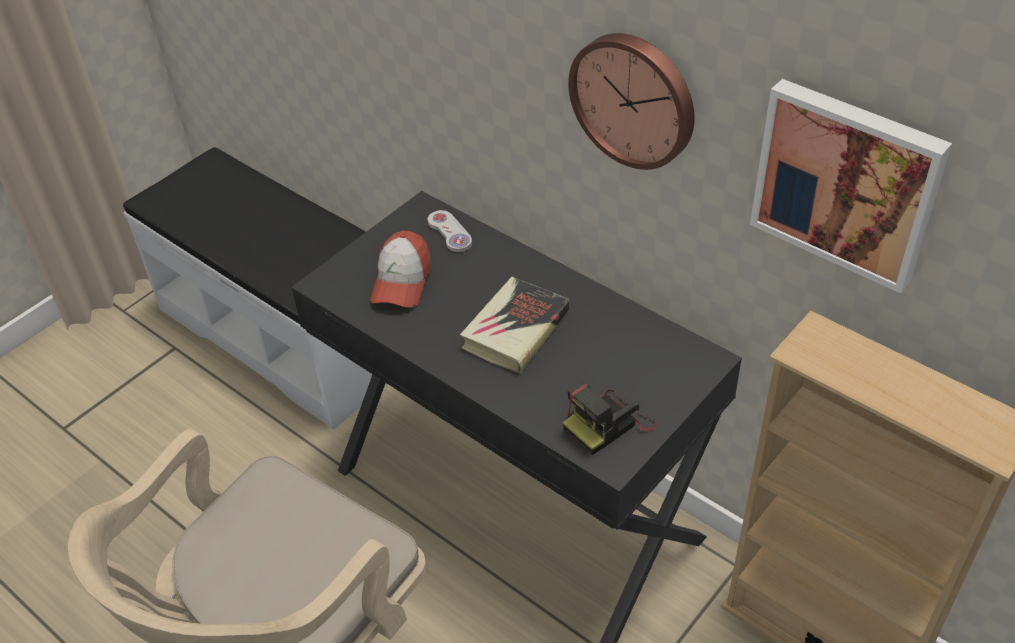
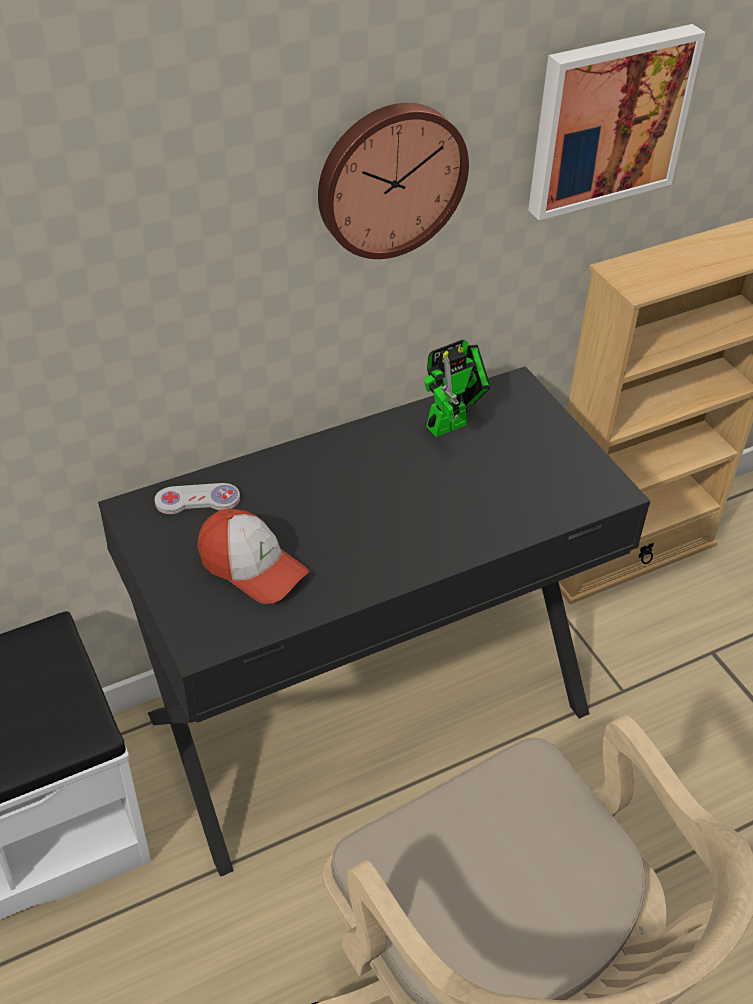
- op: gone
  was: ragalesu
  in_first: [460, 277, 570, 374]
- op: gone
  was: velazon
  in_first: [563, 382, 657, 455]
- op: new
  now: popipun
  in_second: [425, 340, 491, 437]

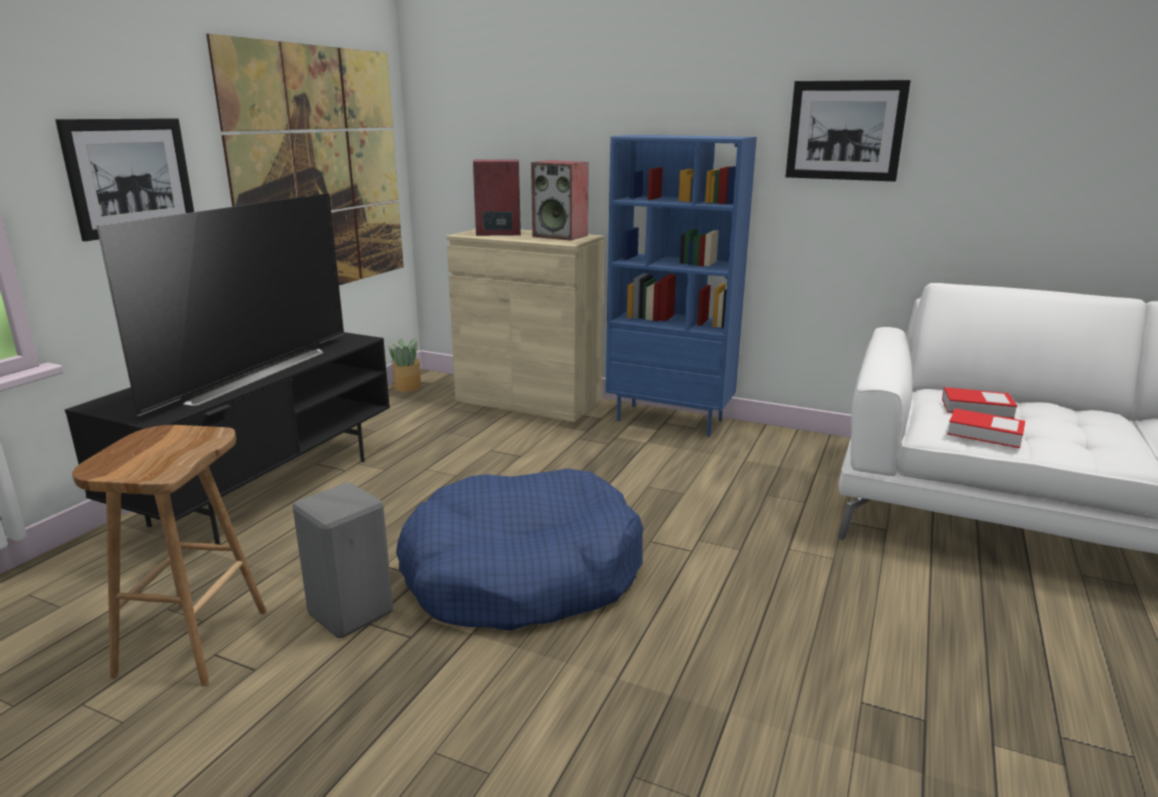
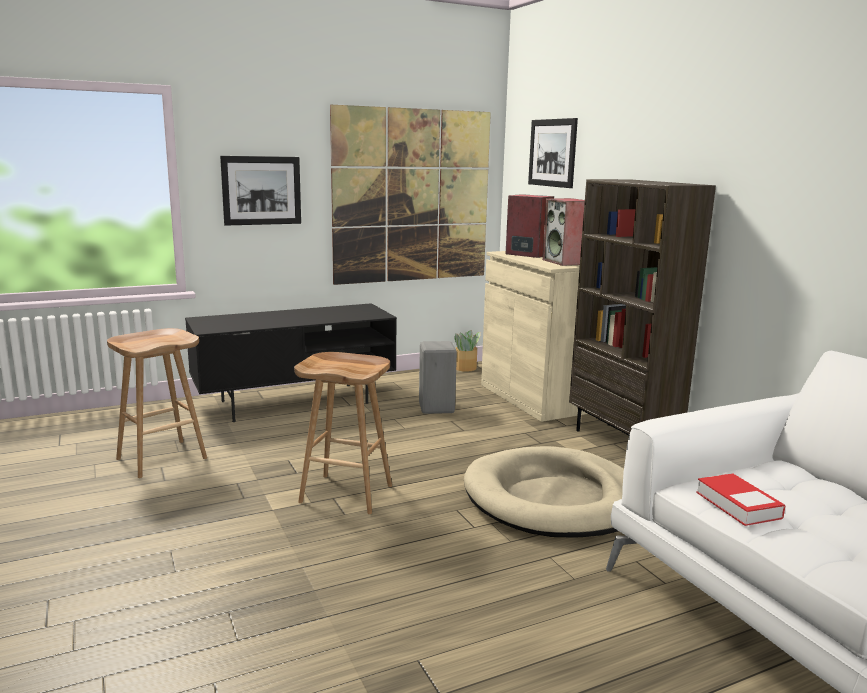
- op: shifted
  was: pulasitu
  in_first: [786, 80, 911, 181]
  in_second: [528, 118, 578, 188]
- op: repainted
  was: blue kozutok
  now: brown kozutok
  in_first: [606, 135, 757, 437]
  in_second: [569, 179, 716, 435]
- op: gone
  was: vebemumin
  in_first: [97, 193, 344, 416]
- op: gone
  was: ragalesu
  in_first: [942, 387, 1017, 419]
- op: swapped
  was: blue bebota
  now: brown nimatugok
  in_first: [396, 469, 643, 631]
  in_second: [294, 352, 392, 514]
- op: shifted
  was: grey nimatugok
  in_first: [293, 483, 393, 638]
  in_second: [419, 341, 457, 414]
- op: new
  now: beige bebota
  in_second: [464, 446, 624, 538]

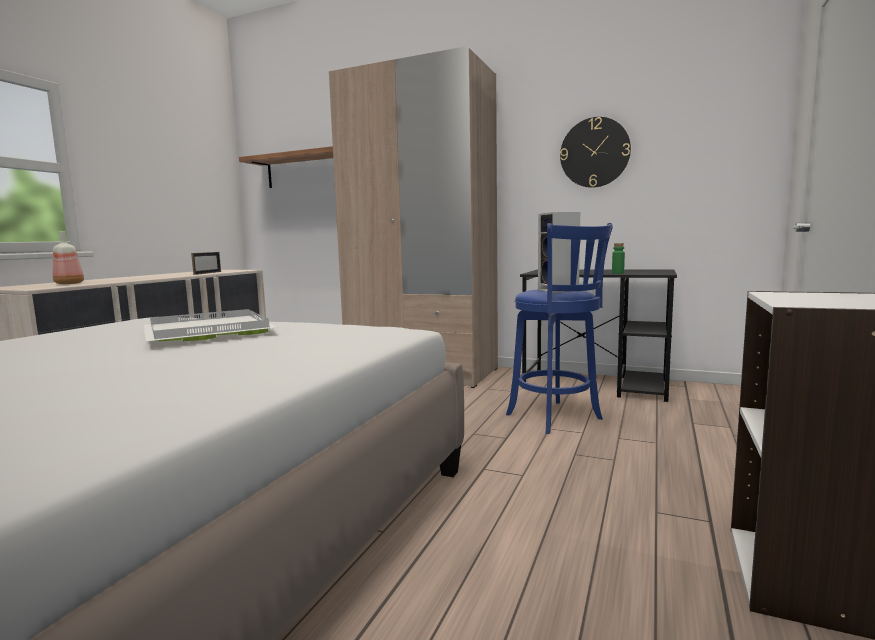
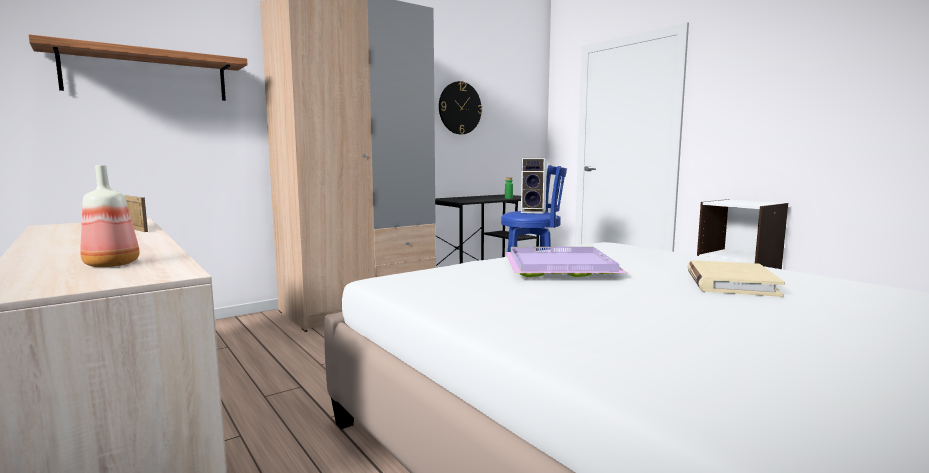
- op: repainted
  was: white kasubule
  now: purple kasubule
  in_first: [143, 309, 278, 341]
  in_second: [505, 247, 627, 277]
- op: new
  now: beige ragalesu
  in_second: [688, 260, 785, 297]

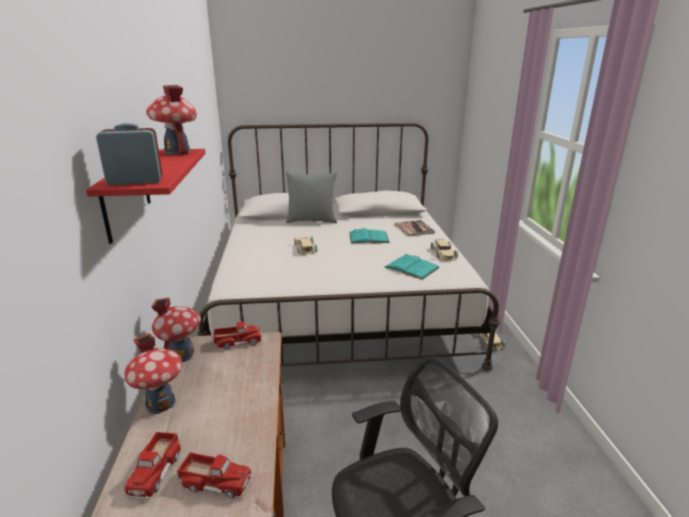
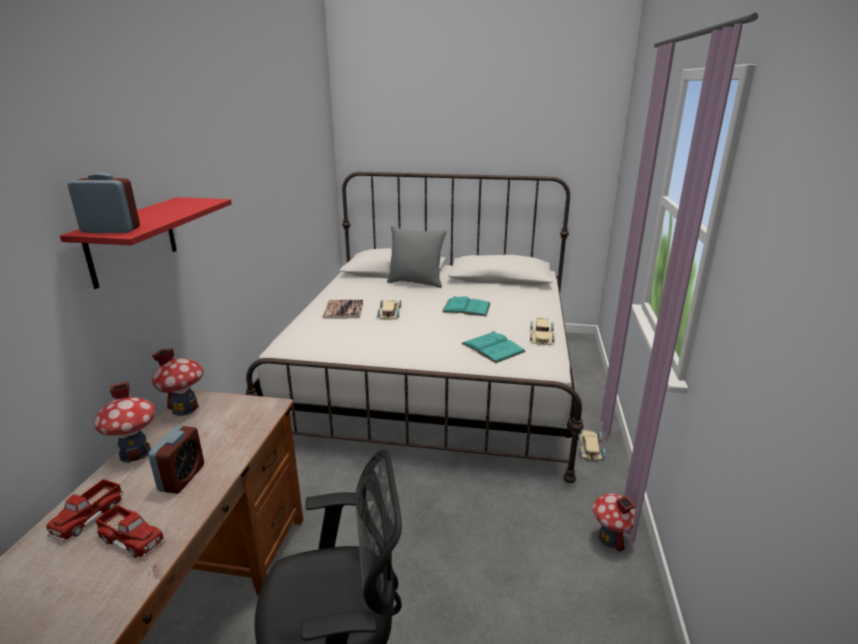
- op: shifted
  was: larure
  in_first: [146, 85, 197, 155]
  in_second: [593, 494, 636, 552]
- op: shifted
  was: ragalesu
  in_first: [395, 220, 435, 236]
  in_second: [323, 300, 363, 319]
- op: gone
  was: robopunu
  in_first: [213, 322, 263, 349]
- op: new
  now: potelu
  in_second: [148, 426, 204, 494]

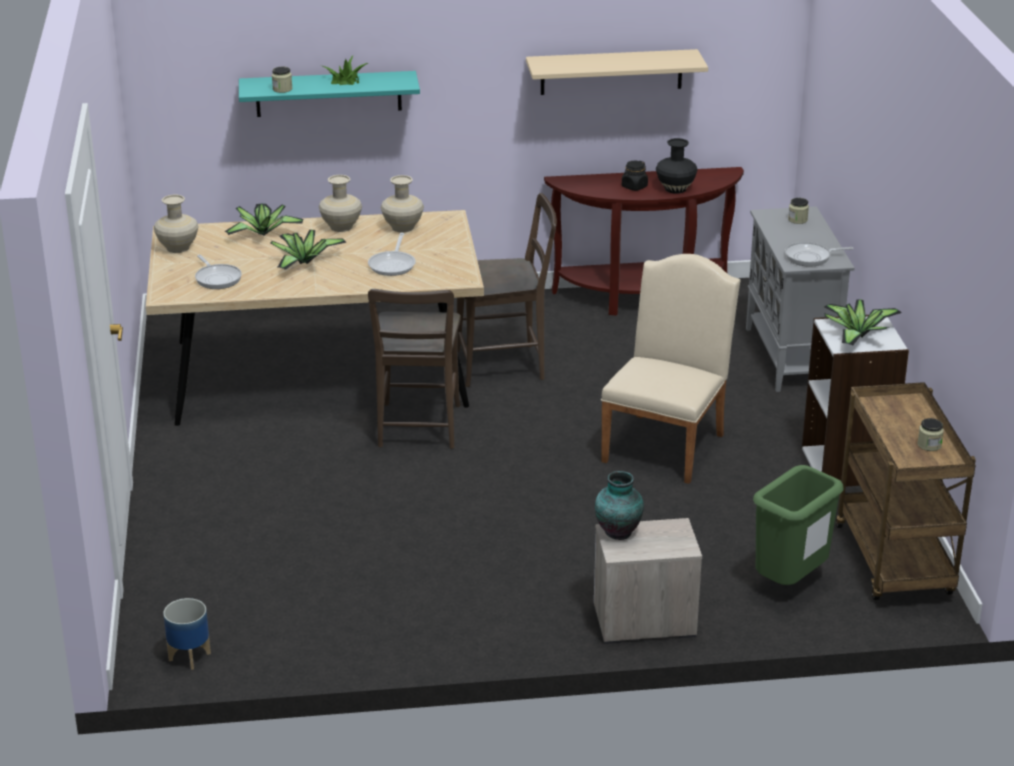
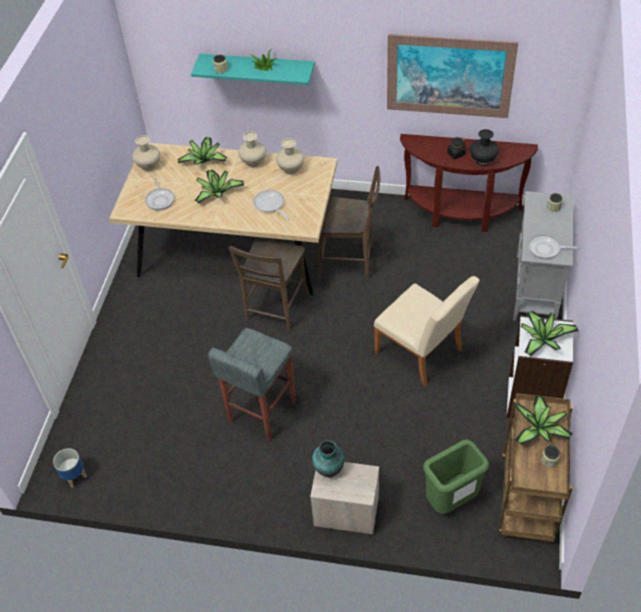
- op: swapped
  was: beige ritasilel
  now: pulasitu
  in_first: [526, 49, 708, 95]
  in_second: [387, 34, 518, 118]
- op: rotated
  was: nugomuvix
  in_first: [368, 233, 416, 276]
  in_second: [253, 190, 290, 220]
  clockwise: 120
- op: rotated
  was: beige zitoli
  in_first: [601, 254, 740, 484]
  in_second: [374, 276, 480, 387]
  clockwise: 90
- op: new
  now: grey nimatugok
  in_second: [208, 328, 296, 441]
- op: new
  now: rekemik
  in_second: [515, 396, 573, 445]

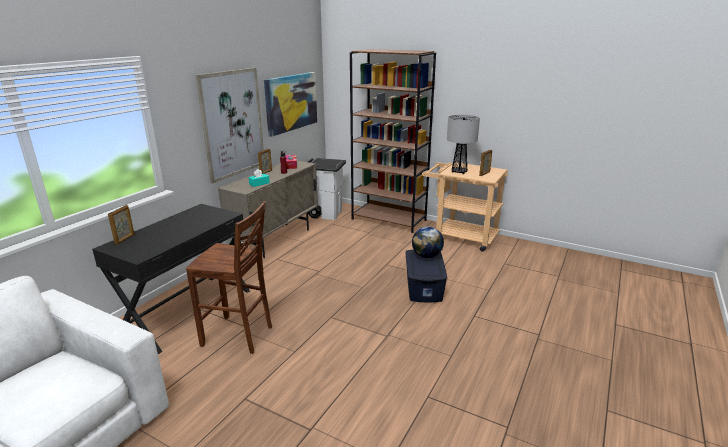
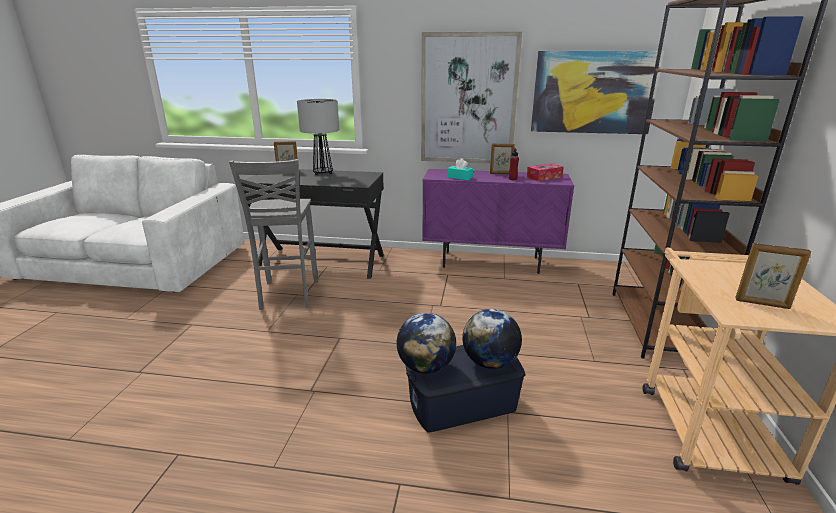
- op: shifted
  was: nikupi
  in_first: [447, 115, 480, 174]
  in_second: [297, 99, 339, 175]
- op: gone
  was: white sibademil
  in_first: [308, 158, 346, 220]
- op: repainted
  was: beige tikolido
  now: purple tikolido
  in_first: [218, 161, 318, 258]
  in_second: [422, 169, 574, 274]
- op: repainted
  was: brown nimatugok
  now: grey nimatugok
  in_first: [186, 201, 272, 354]
  in_second: [229, 159, 318, 310]
- op: new
  now: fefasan
  in_second: [396, 313, 456, 374]

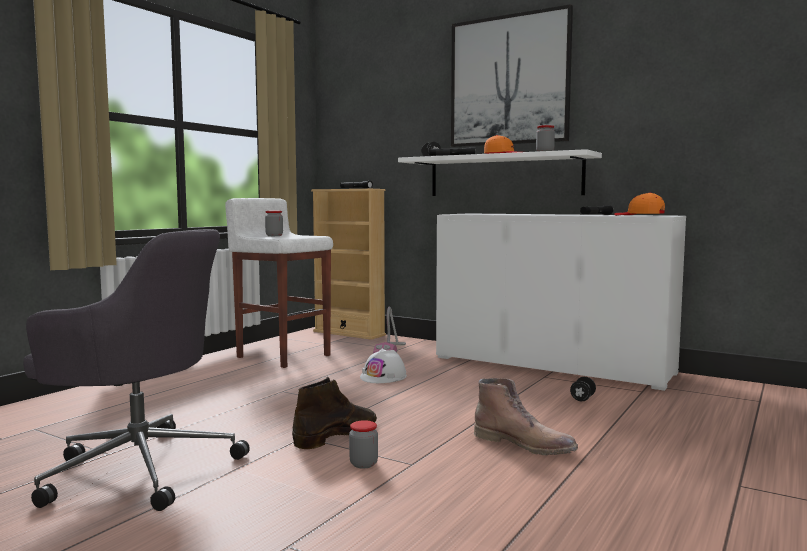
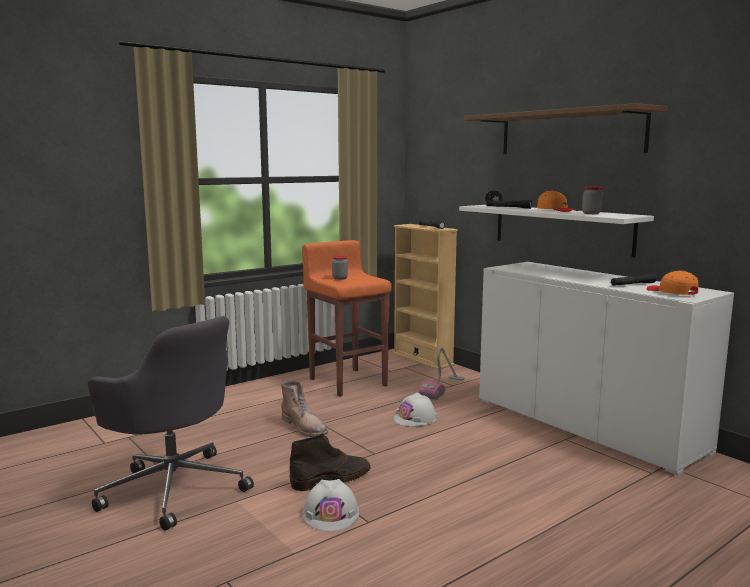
- op: swapped
  was: pulasitu
  now: brown ritasilel
  in_first: [451, 4, 573, 147]
  in_second: [464, 103, 667, 154]
- op: repainted
  was: white nimatugok
  now: orange nimatugok
  in_first: [225, 198, 333, 368]
  in_second: [302, 240, 392, 397]
- op: gone
  was: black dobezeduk
  in_first: [570, 377, 596, 401]
- op: shifted
  was: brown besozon
  in_first: [474, 378, 578, 456]
  in_second: [281, 381, 328, 437]
- op: swapped
  was: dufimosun
  now: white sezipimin
  in_first: [349, 420, 378, 469]
  in_second: [302, 479, 359, 532]

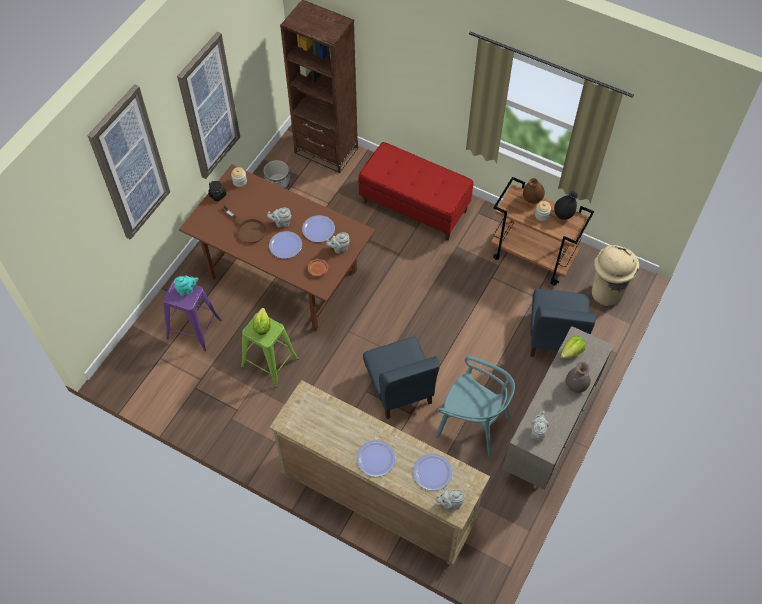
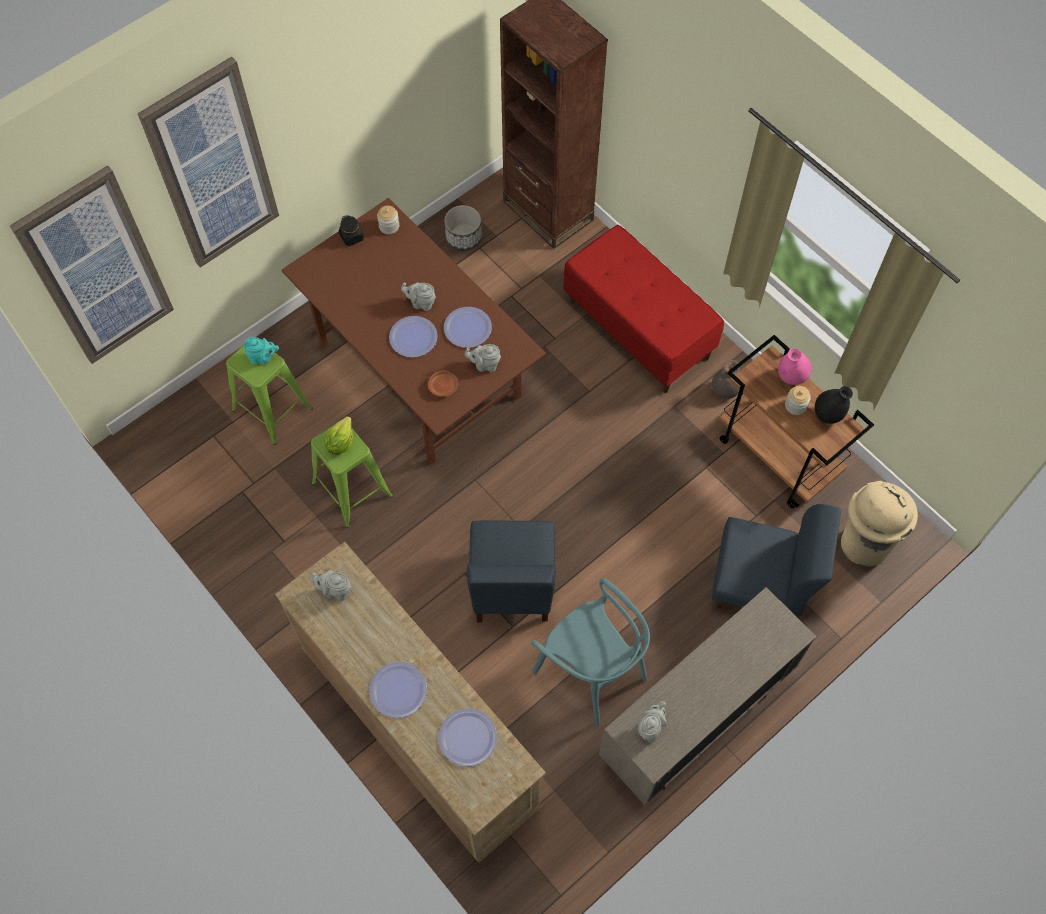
- op: shifted
  was: pulasitu
  in_first: [177, 32, 240, 179]
  in_second: [10, 165, 174, 364]
- op: repainted
  was: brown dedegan
  now: pink dedegan
  in_first: [523, 178, 545, 203]
  in_second: [778, 349, 812, 385]
- op: gone
  was: brown nugomuvix
  in_first: [221, 206, 266, 243]
- op: repainted
  was: purple nimatugok
  now: green nimatugok
  in_first: [163, 279, 221, 351]
  in_second: [226, 345, 313, 445]
- op: rotated
  was: blue zitoli
  in_first: [530, 288, 596, 357]
  in_second: [712, 504, 841, 616]
  clockwise: -105
- op: gone
  was: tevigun
  in_first: [560, 336, 586, 359]
- op: shifted
  was: grey dedegan
  in_first: [565, 362, 591, 393]
  in_second: [711, 360, 740, 399]
- op: shifted
  was: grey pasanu
  in_first: [436, 489, 465, 510]
  in_second: [310, 570, 351, 601]

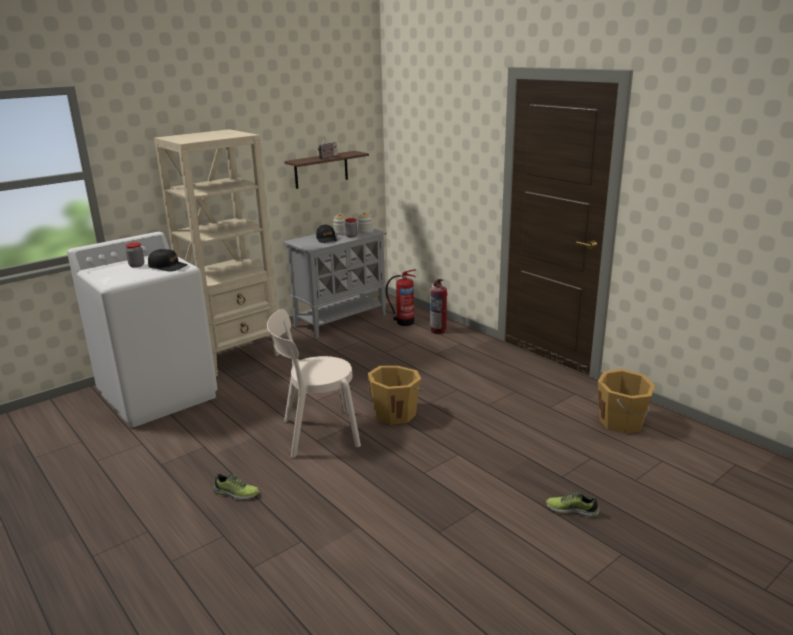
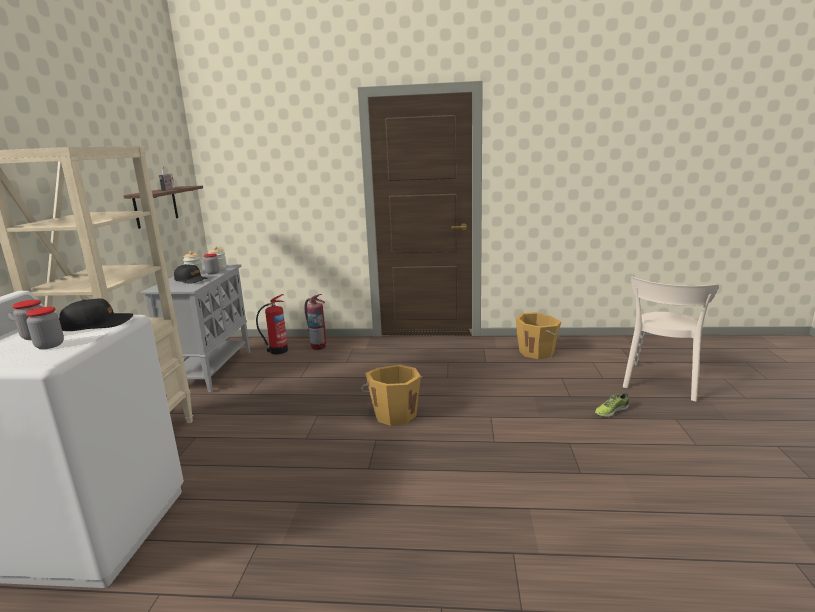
- op: shifted
  was: beige zitoli
  in_first: [267, 309, 361, 458]
  in_second: [623, 277, 719, 402]
- op: gone
  was: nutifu
  in_first: [214, 474, 259, 500]
- op: new
  now: dufimosun
  in_second: [25, 307, 64, 349]

